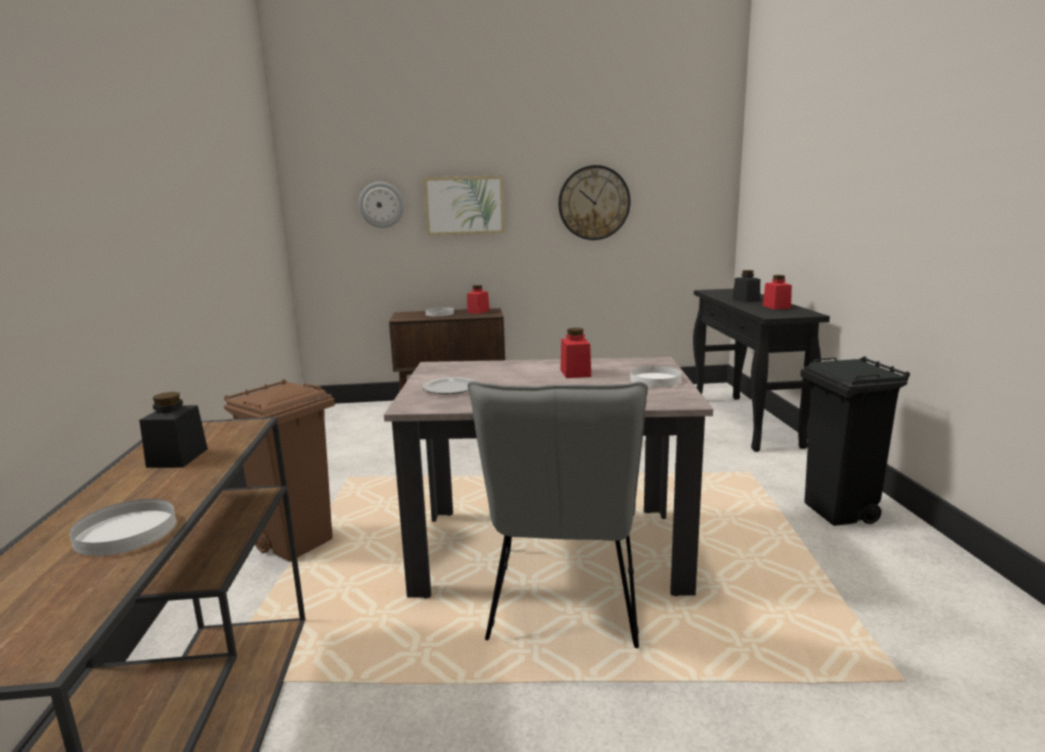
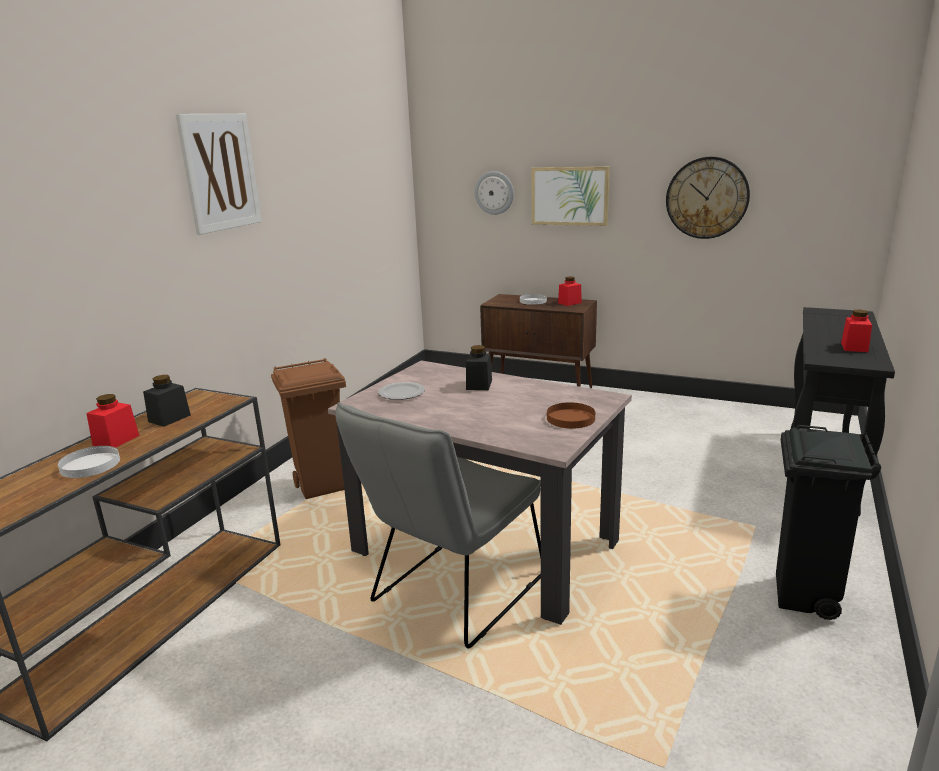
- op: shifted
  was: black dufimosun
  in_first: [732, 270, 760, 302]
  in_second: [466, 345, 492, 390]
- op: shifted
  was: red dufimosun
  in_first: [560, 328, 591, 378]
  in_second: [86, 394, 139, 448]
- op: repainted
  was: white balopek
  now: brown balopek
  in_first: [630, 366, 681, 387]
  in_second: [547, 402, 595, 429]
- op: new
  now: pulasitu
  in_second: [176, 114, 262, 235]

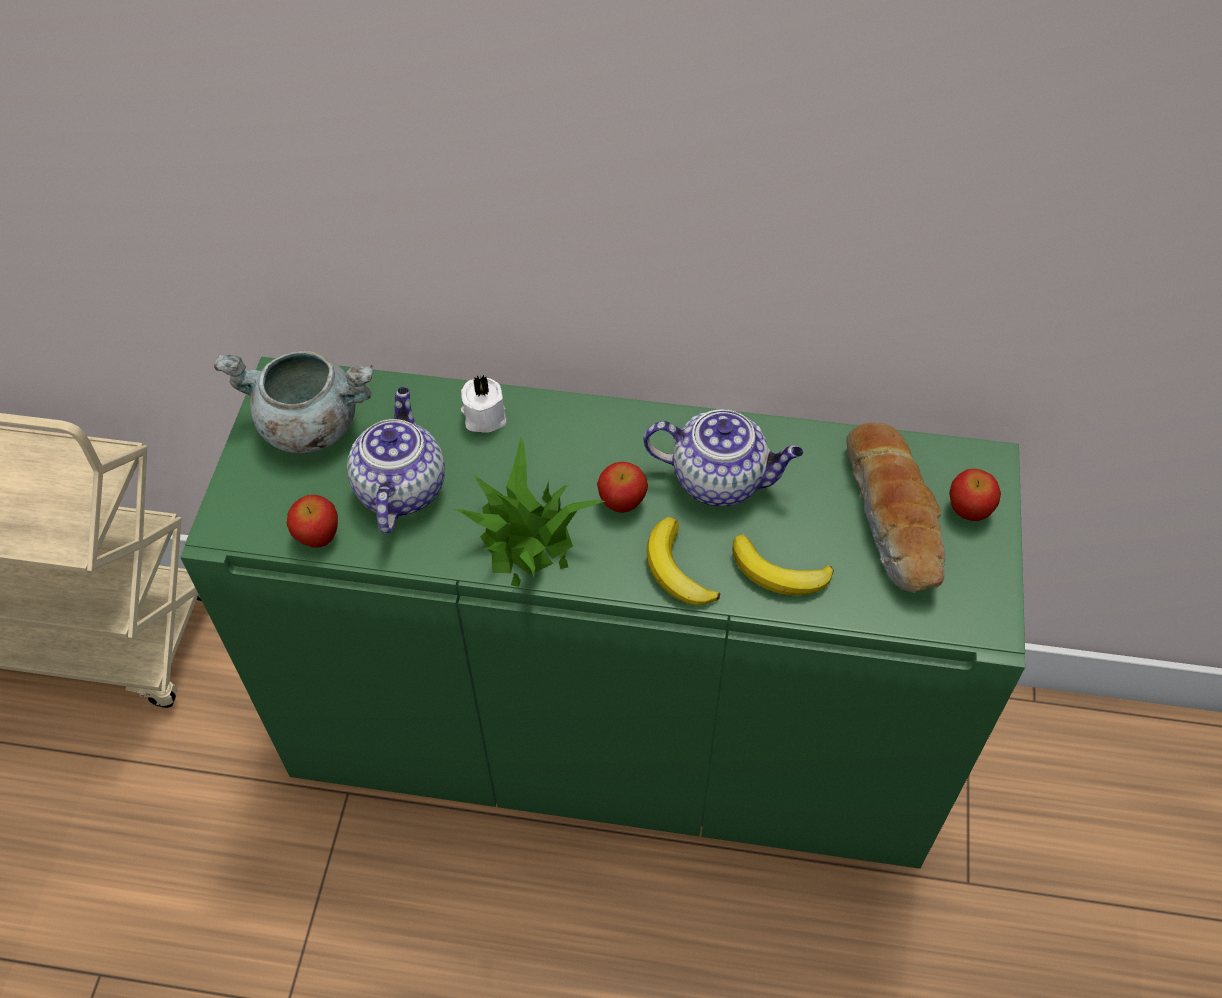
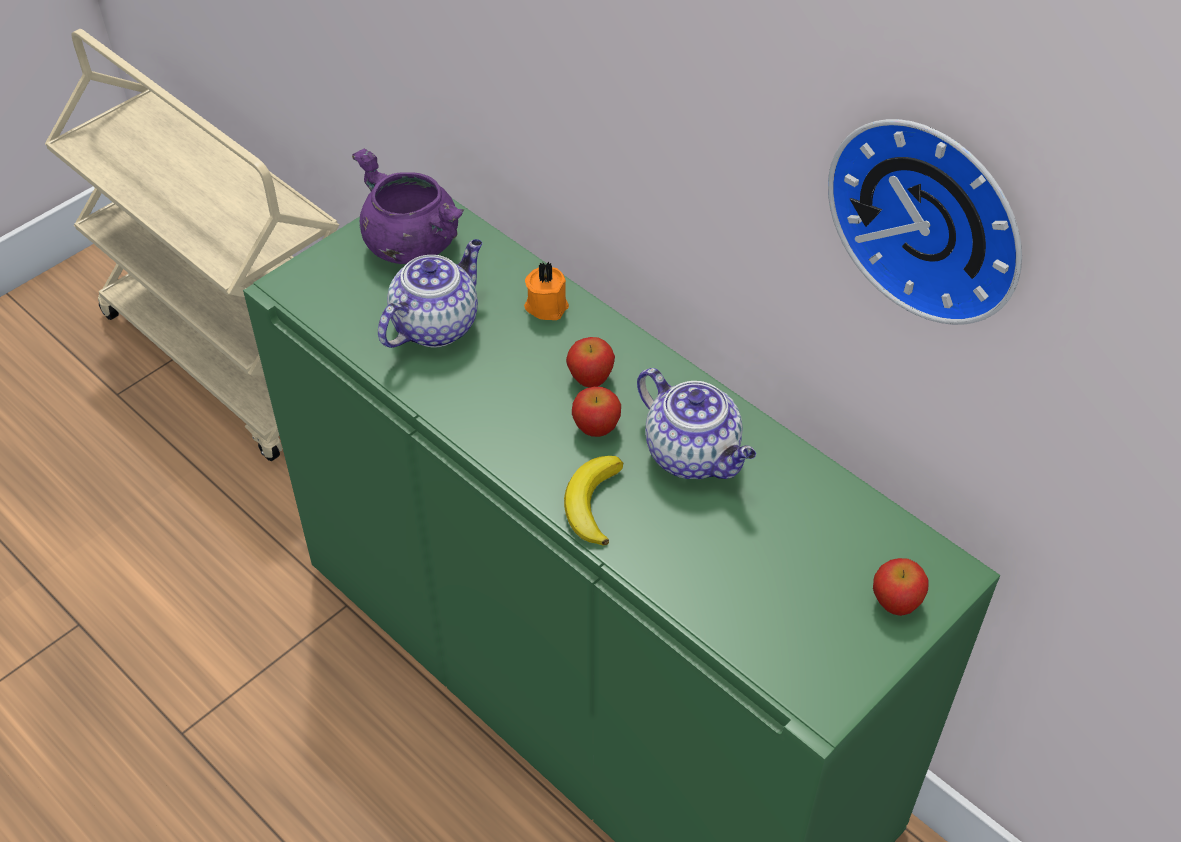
- op: repainted
  was: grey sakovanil
  now: purple sakovanil
  in_first: [214, 350, 373, 453]
  in_second: [352, 149, 465, 264]
- op: repainted
  was: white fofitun
  now: orange fofitun
  in_first: [461, 375, 507, 433]
  in_second: [524, 261, 569, 320]
- op: gone
  was: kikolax
  in_first: [846, 422, 946, 593]
- op: gone
  was: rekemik
  in_first: [453, 437, 605, 587]
- op: shifted
  was: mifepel
  in_first: [286, 495, 338, 547]
  in_second: [566, 337, 615, 388]
- op: gone
  was: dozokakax
  in_first: [732, 534, 834, 595]
- op: new
  now: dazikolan
  in_second: [828, 119, 1022, 325]

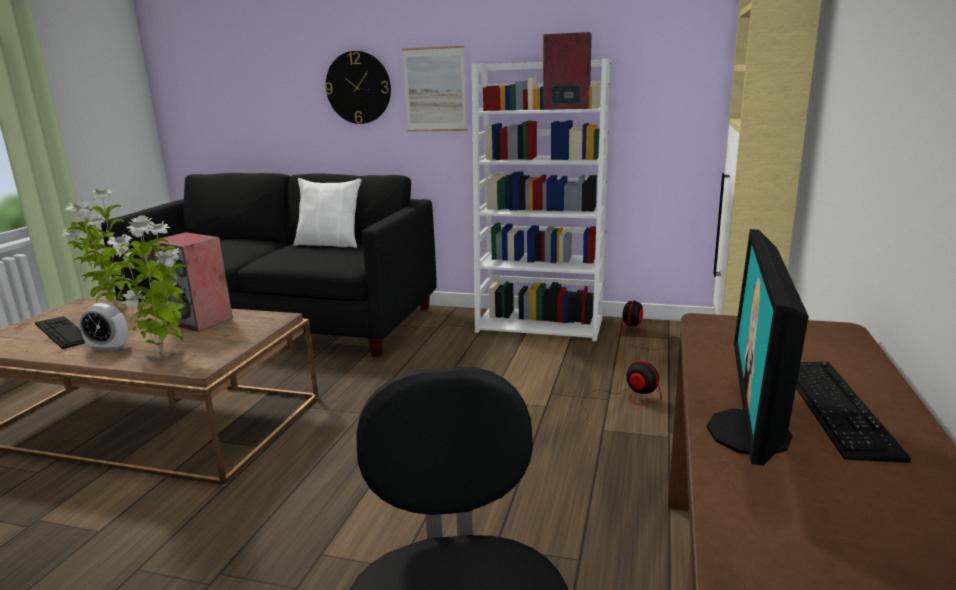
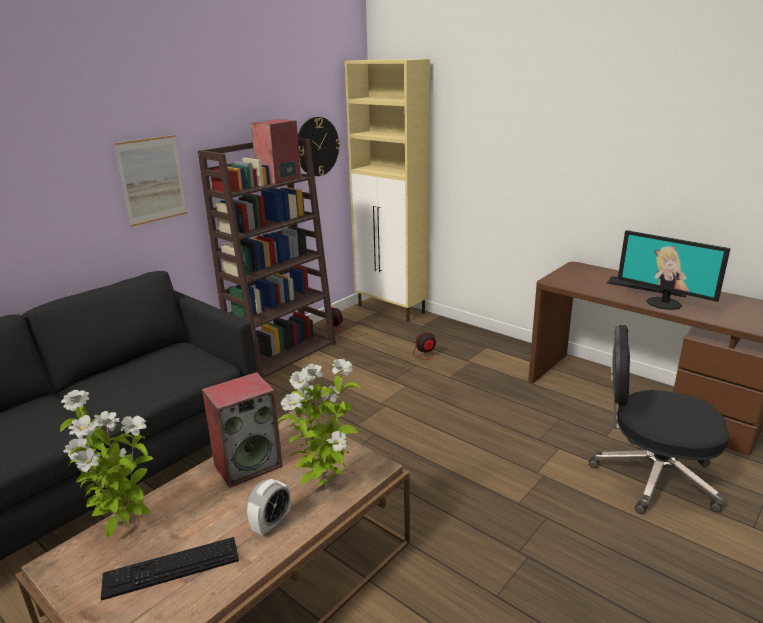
- op: shifted
  was: dazikolan
  in_first: [325, 51, 391, 124]
  in_second: [298, 117, 340, 176]
- op: repainted
  was: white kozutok
  now: brown kozutok
  in_first: [472, 58, 611, 341]
  in_second: [198, 138, 336, 379]
- op: gone
  was: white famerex
  in_first: [294, 178, 361, 248]

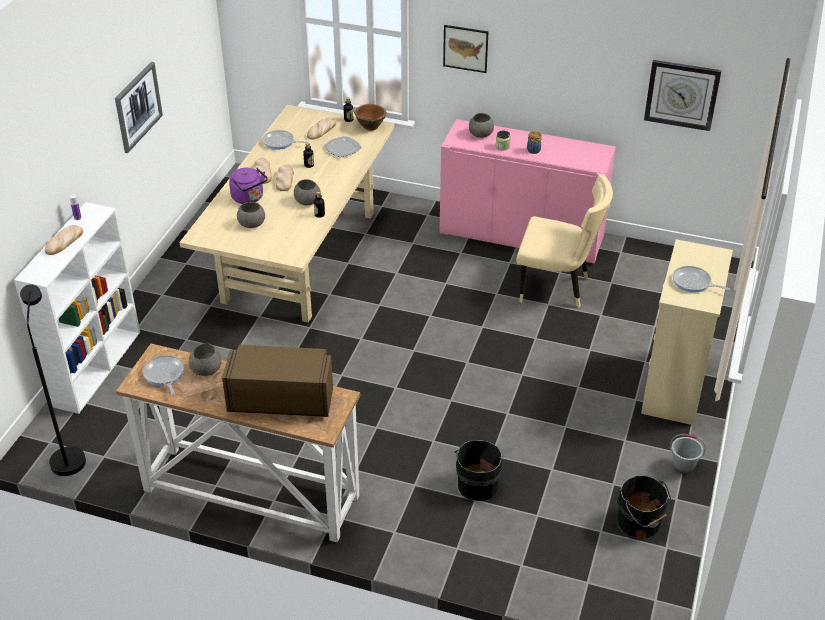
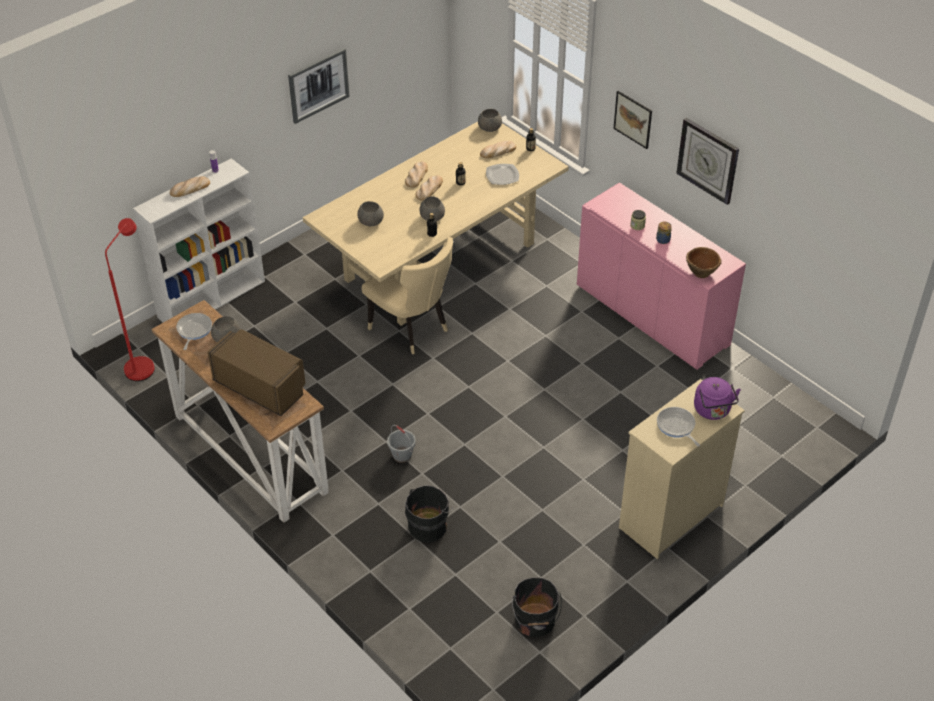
- op: shifted
  was: dazikolan
  in_first: [644, 60, 722, 131]
  in_second: [676, 118, 739, 205]
- op: shifted
  was: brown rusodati
  in_first: [354, 104, 387, 130]
  in_second: [686, 247, 721, 278]
- op: shifted
  was: grey rusodati
  in_first: [469, 113, 494, 138]
  in_second: [478, 109, 502, 132]
- op: gone
  was: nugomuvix
  in_first: [262, 130, 308, 150]
- op: shifted
  was: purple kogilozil
  in_first: [229, 167, 268, 204]
  in_second: [694, 377, 741, 420]
- op: shifted
  was: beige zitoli
  in_first: [517, 174, 613, 307]
  in_second: [362, 237, 453, 354]
- op: repainted
  was: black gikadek
  now: red gikadek
  in_first: [20, 284, 86, 476]
  in_second: [105, 218, 155, 381]
- op: shifted
  was: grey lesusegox
  in_first: [670, 434, 706, 474]
  in_second: [387, 425, 416, 463]

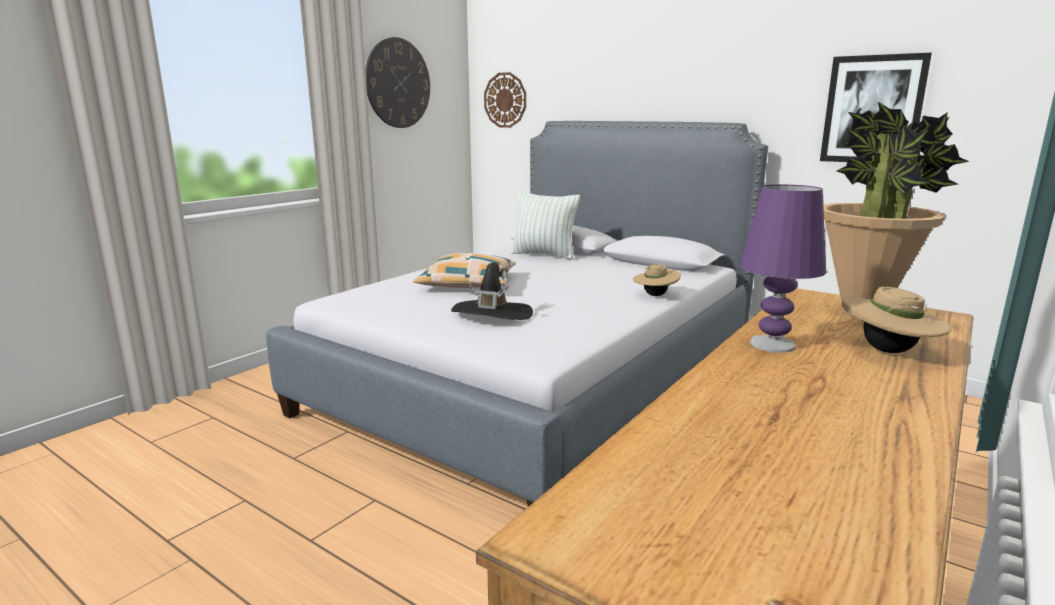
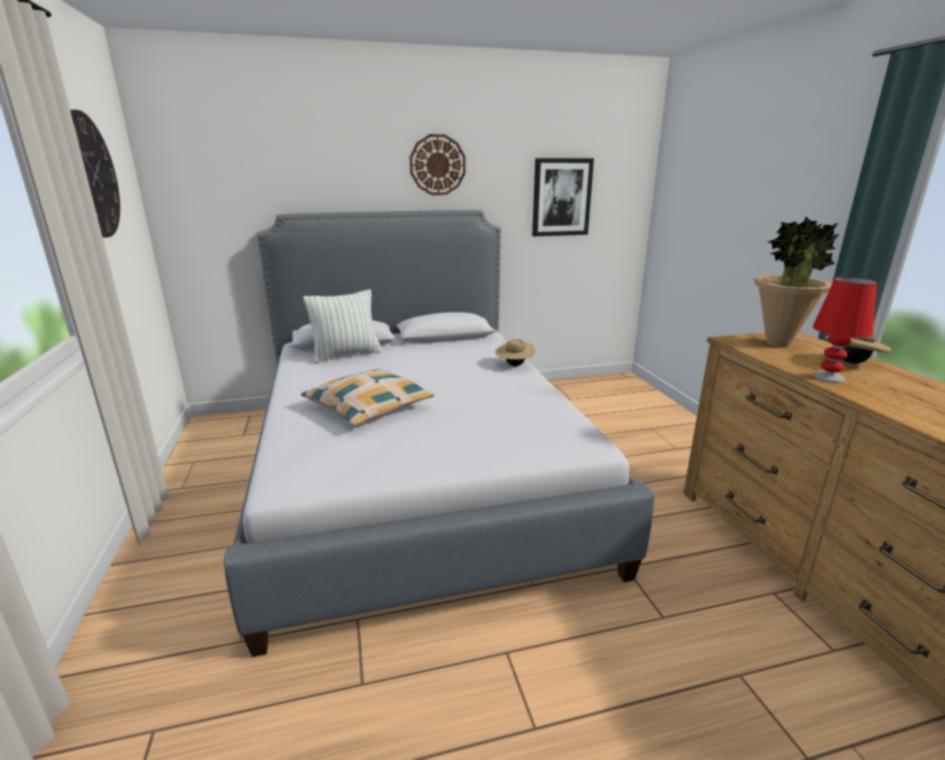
- op: shifted
  was: dazikolan
  in_first: [484, 72, 526, 128]
  in_second: [410, 134, 466, 195]
- op: repainted
  was: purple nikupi
  now: red nikupi
  in_first: [740, 185, 826, 353]
  in_second: [813, 277, 877, 383]
- op: gone
  was: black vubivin
  in_first: [451, 262, 533, 320]

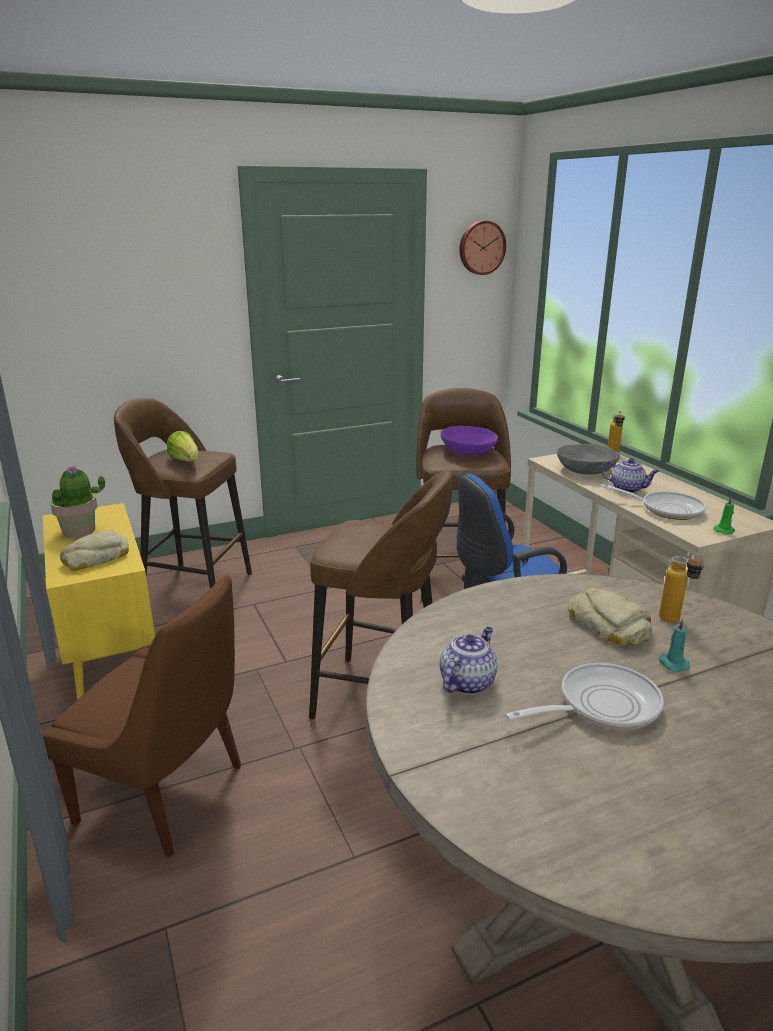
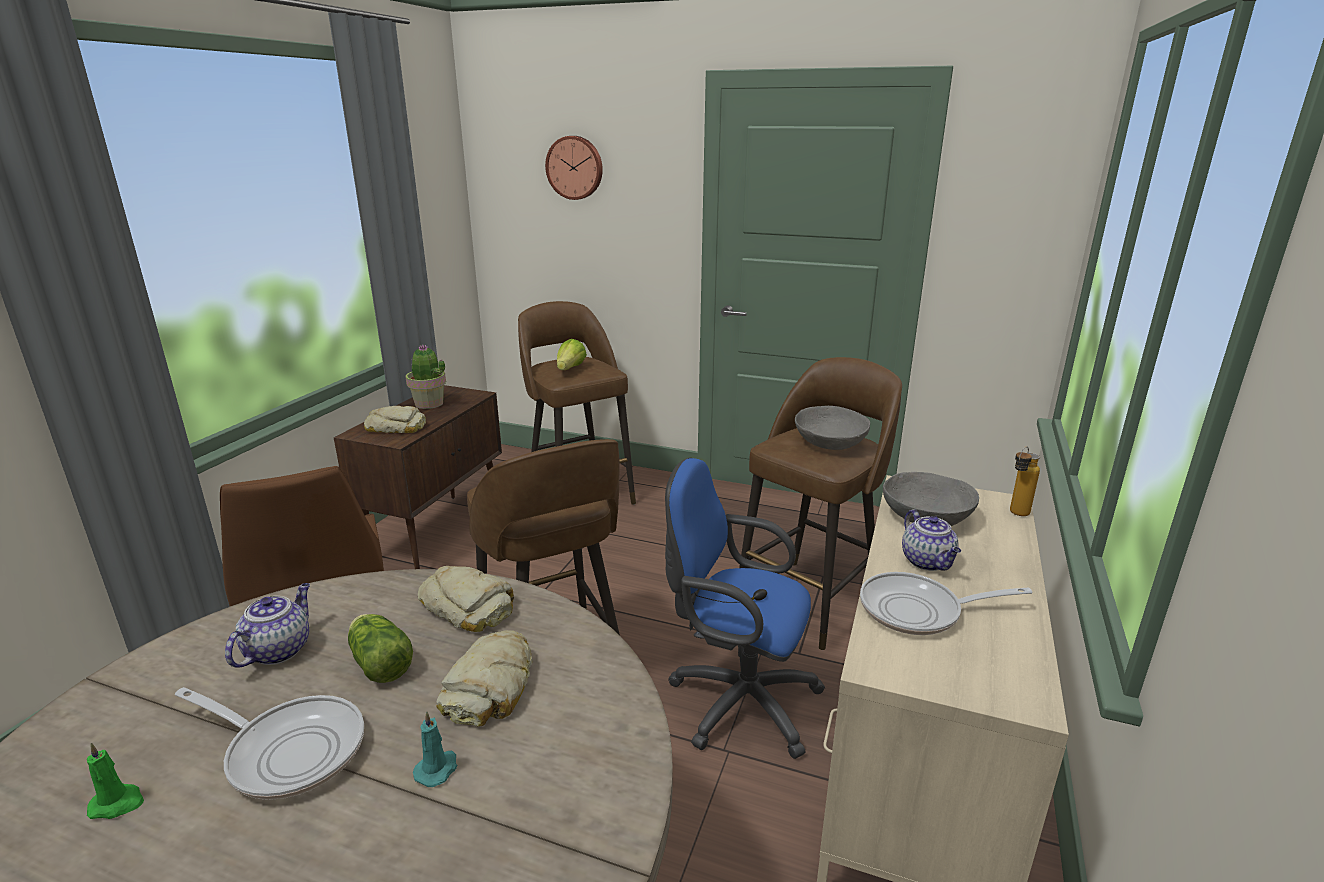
- op: shifted
  was: dazikolan
  in_first: [459, 221, 506, 275]
  in_second: [545, 136, 603, 200]
- op: repainted
  was: purple rusodati
  now: grey rusodati
  in_first: [440, 426, 498, 455]
  in_second: [795, 406, 870, 450]
- op: rotated
  was: nugomuvix
  in_first: [600, 484, 706, 520]
  in_second: [860, 572, 1032, 635]
  clockwise: 105
- op: shifted
  was: green fofitun
  in_first: [713, 497, 735, 534]
  in_second: [87, 743, 144, 819]
- op: repainted
  was: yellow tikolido
  now: brown tikolido
  in_first: [43, 503, 155, 700]
  in_second: [334, 385, 502, 569]
- op: gone
  was: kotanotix
  in_first: [659, 553, 704, 623]
- op: rotated
  was: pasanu
  in_first: [440, 627, 498, 695]
  in_second: [225, 583, 310, 668]
  clockwise: -60
- op: new
  now: kikolax
  in_second: [418, 566, 514, 632]
- op: new
  now: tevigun
  in_second: [348, 614, 413, 683]

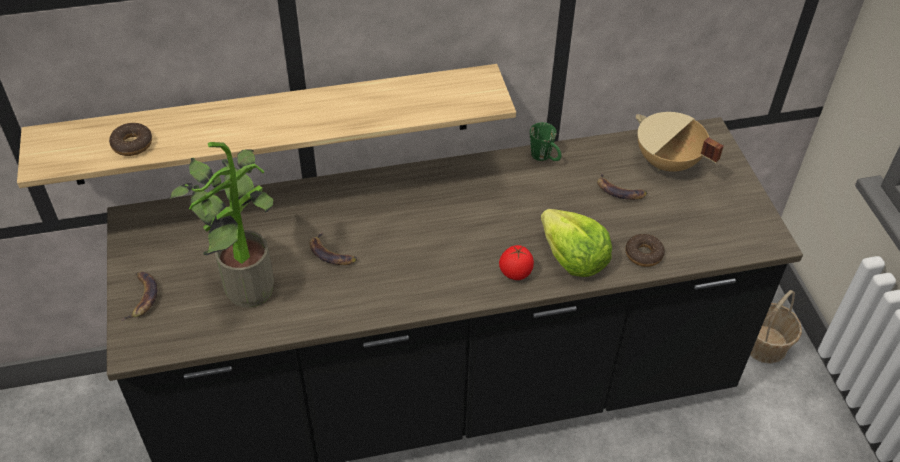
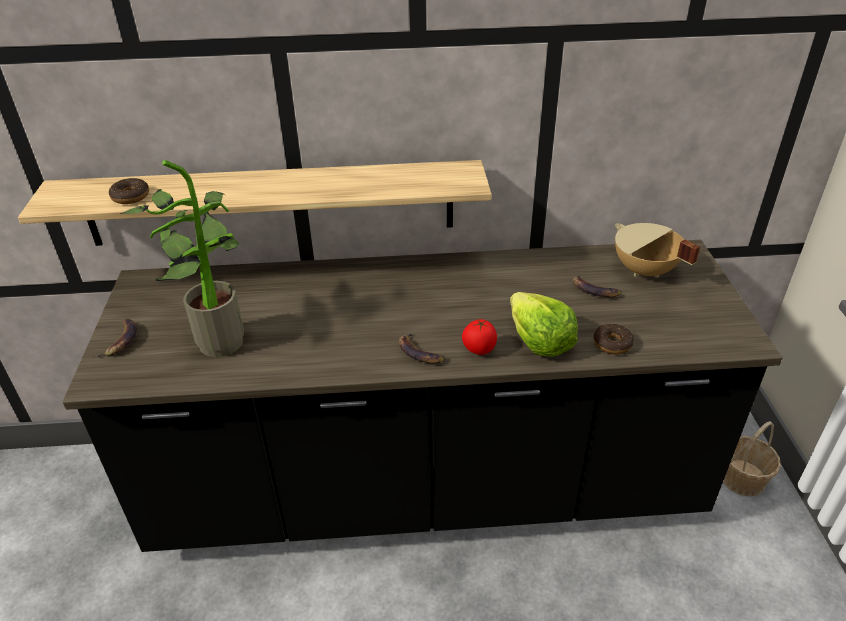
- op: gone
  was: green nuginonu
  in_first: [530, 122, 561, 161]
- op: shifted
  was: dozokakax
  in_first: [309, 232, 357, 265]
  in_second: [399, 331, 446, 363]

